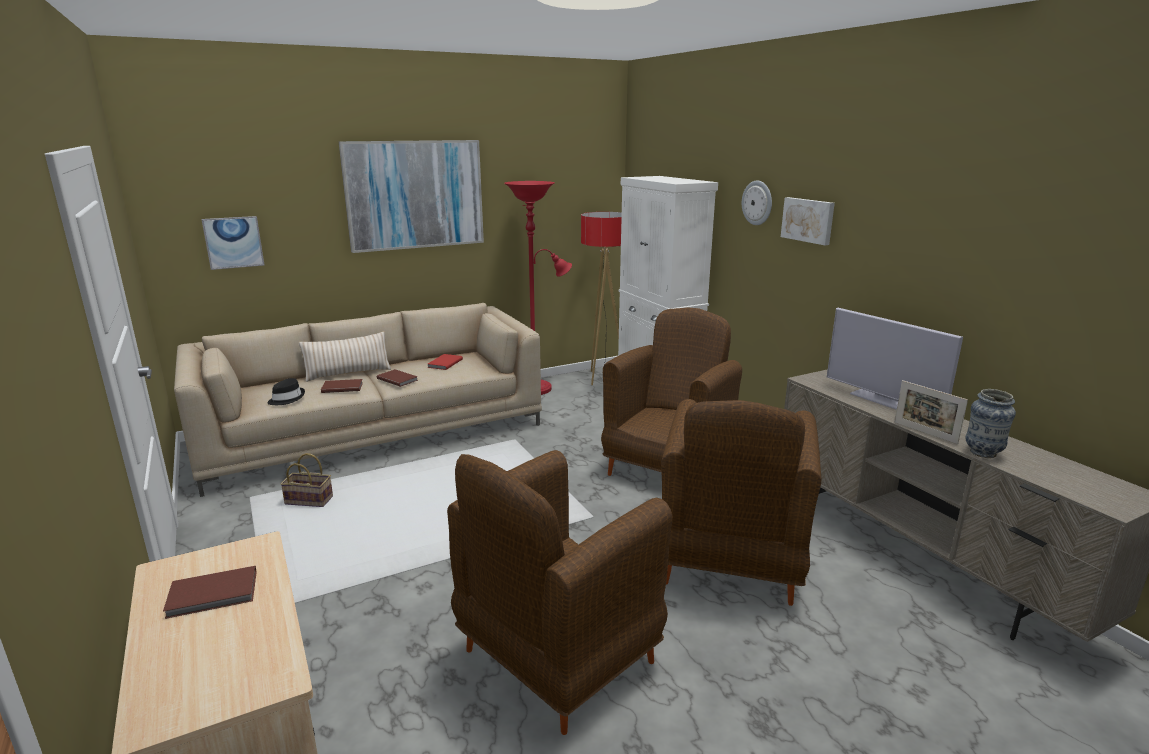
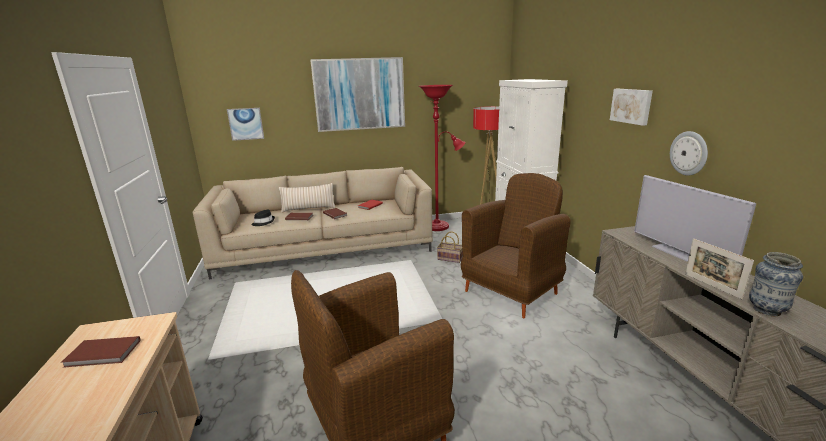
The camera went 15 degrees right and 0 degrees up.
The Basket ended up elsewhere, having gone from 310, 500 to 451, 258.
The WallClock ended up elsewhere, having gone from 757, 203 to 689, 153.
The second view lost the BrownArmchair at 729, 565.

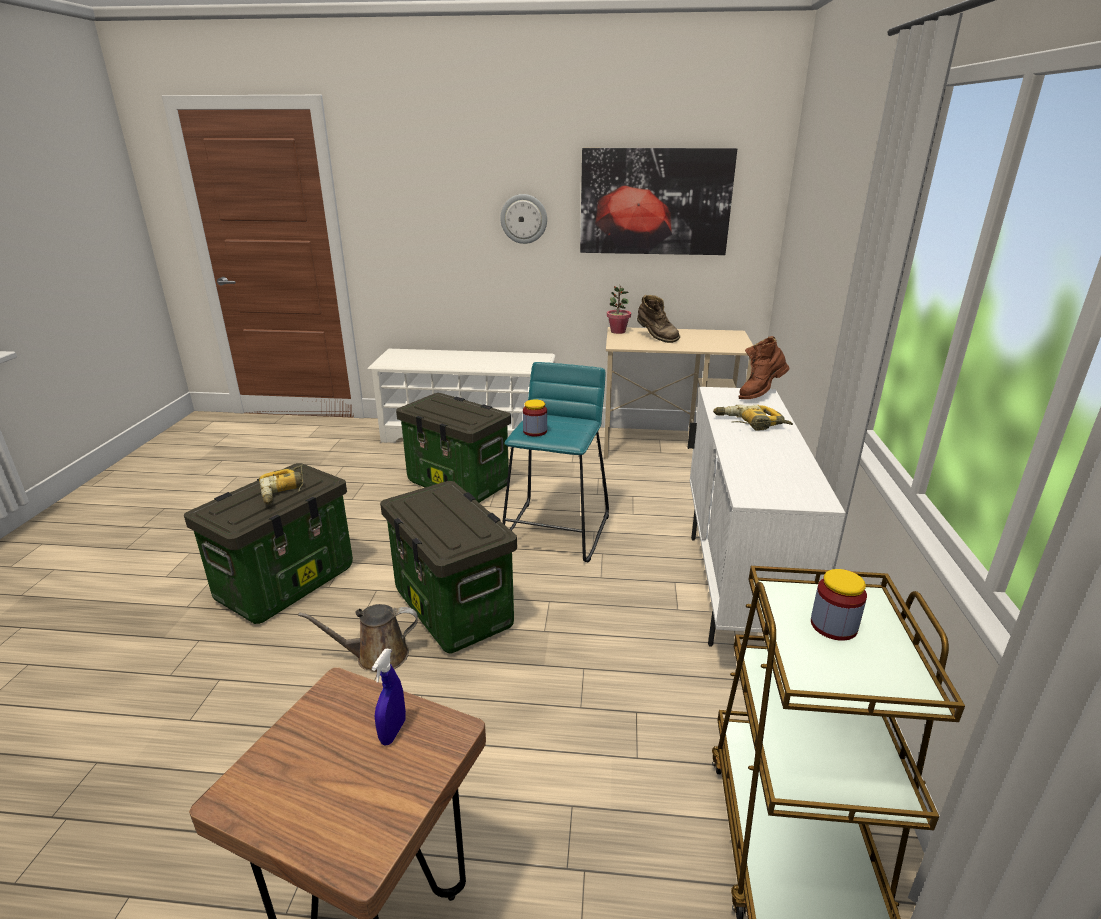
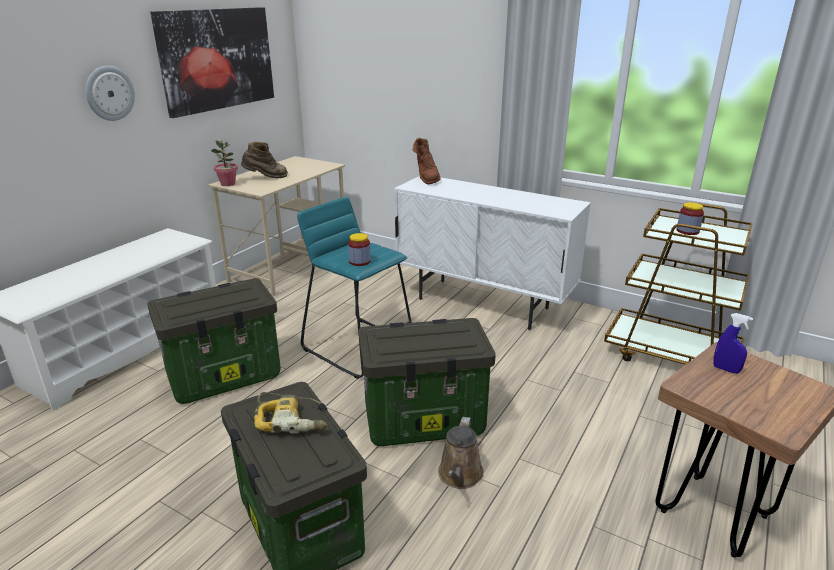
The camera went 65 degrees left and 0 degrees up.
The second view lost the PowerDrill at 750, 424.

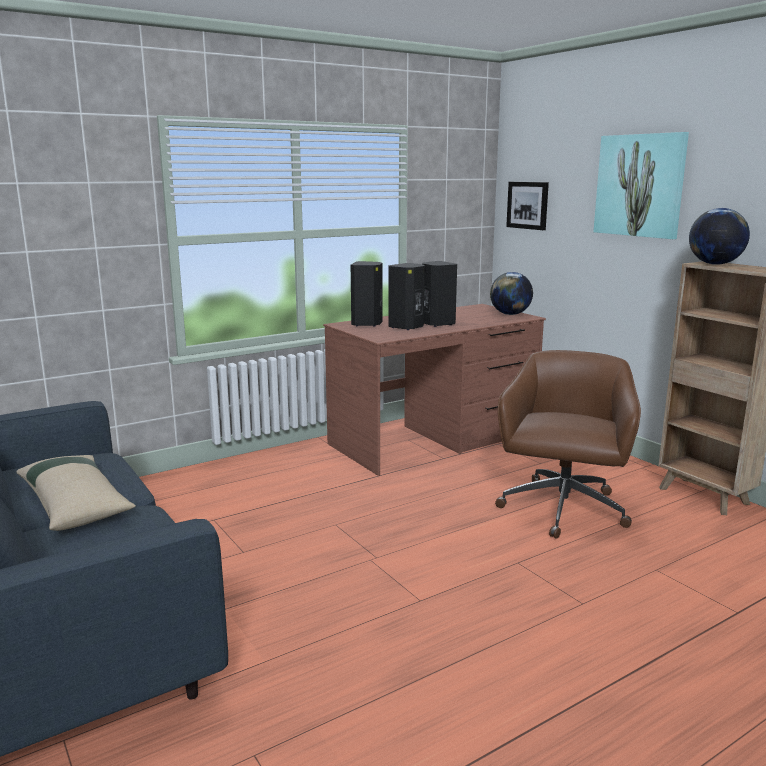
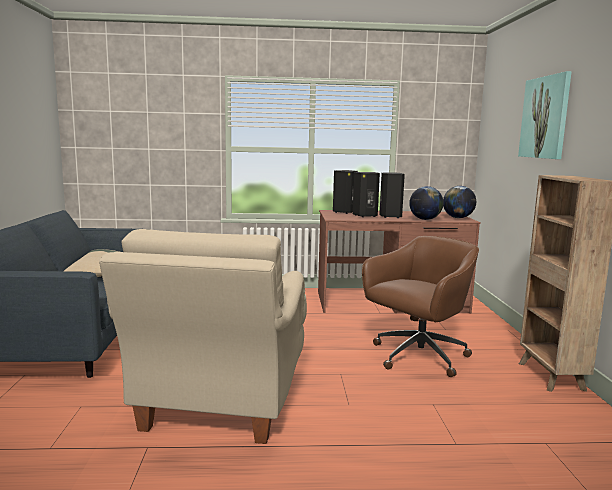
The camera went 30 degrees right and 5 degrees down.
The second view gained the BeigeArmchair at 220, 404.
The Globe ended up elsewhere, having gone from 715, 264 to 425, 219.
The second view lost the Picture at 528, 205.

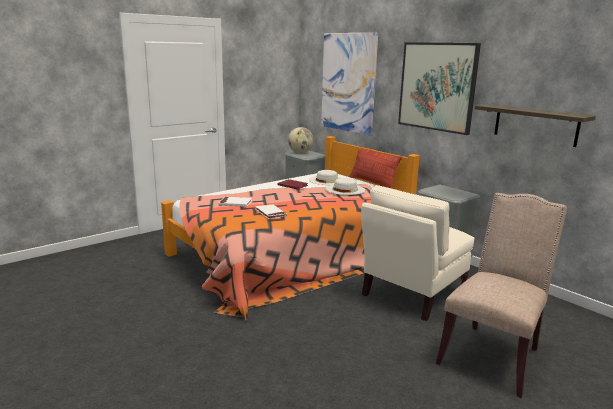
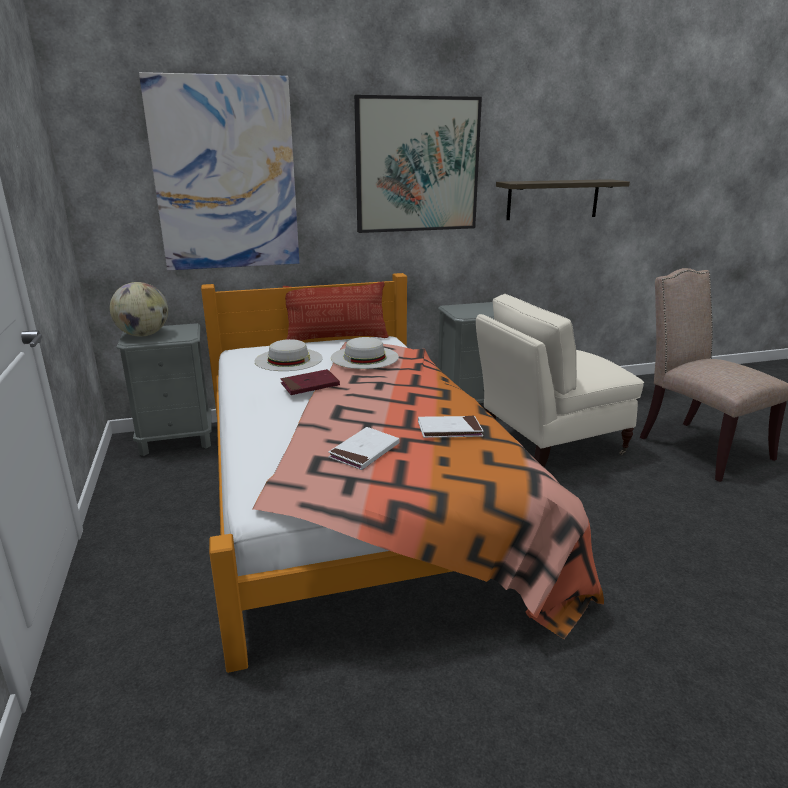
The camera went 65 degrees left and 5 degrees up.
The BeigeArmchair at 412, 293 ended up facing another way, 90 degrees clockwise from before.

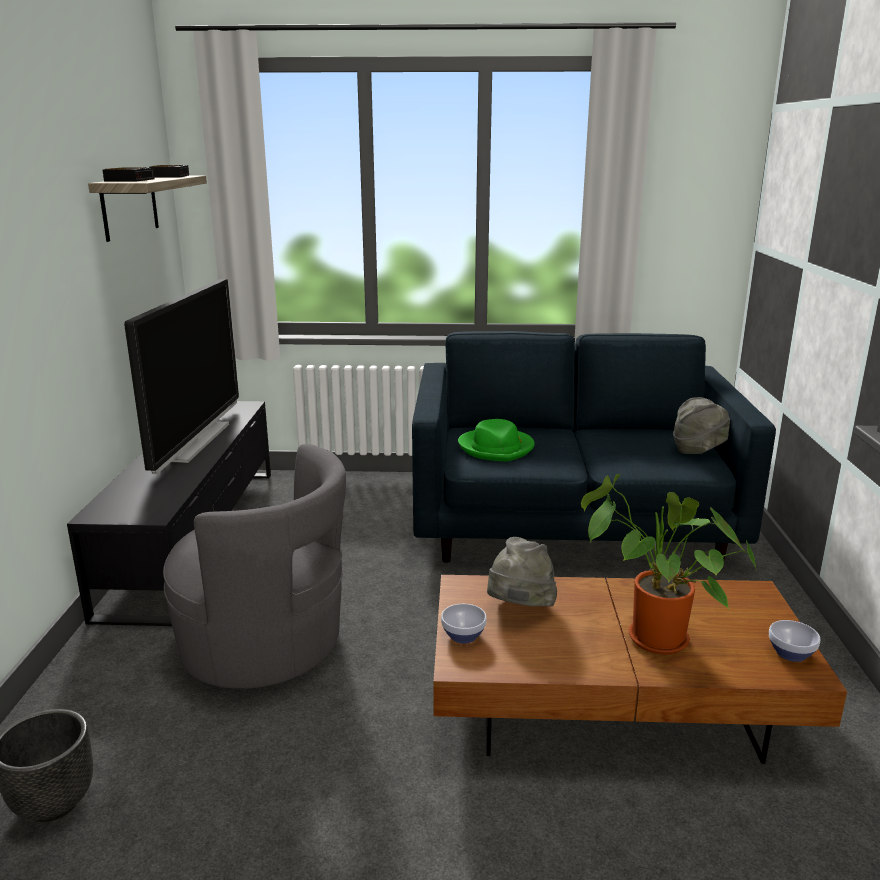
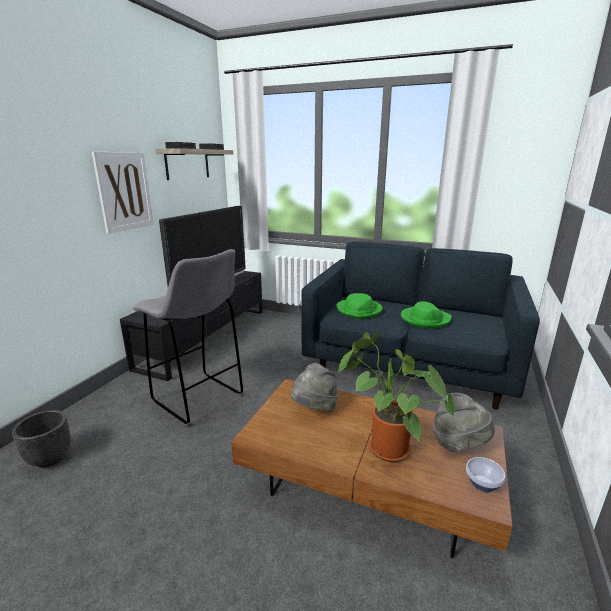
The camera went 20 degrees right and 0 degrees up.
The second view gained the Picture at 124, 191.
Where the GreyArmchair stood at 266, 645, the GreyStool came to stand at 199, 399.
The second view gained the GreenHat at 425, 319.
The GreyHat ended up elsewhere, having gone from 699, 451 to 459, 443.
The second view lost the Bowl at 462, 636.

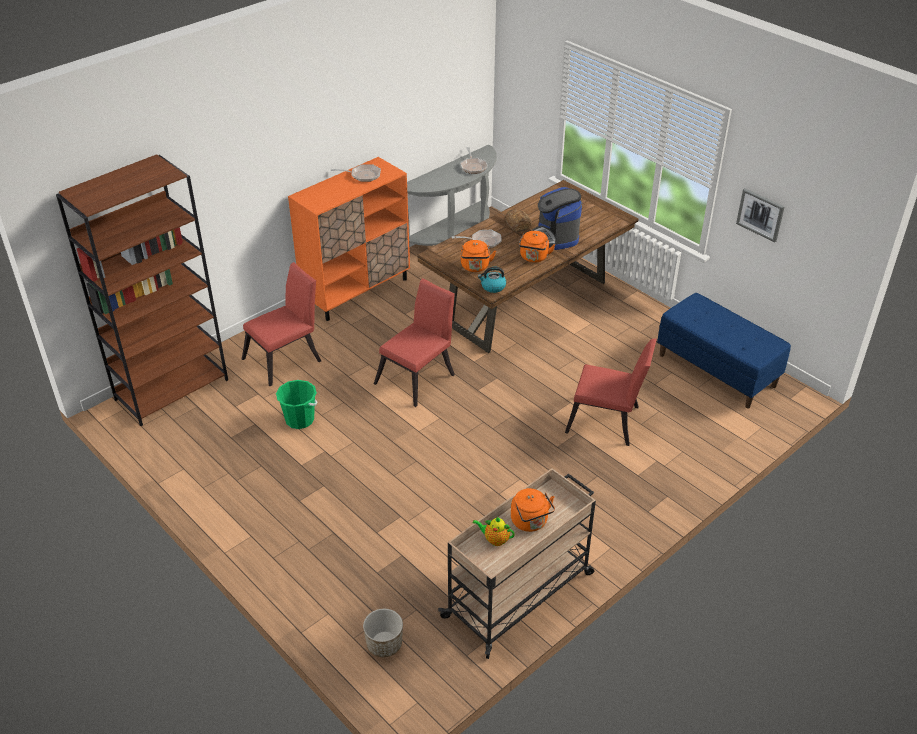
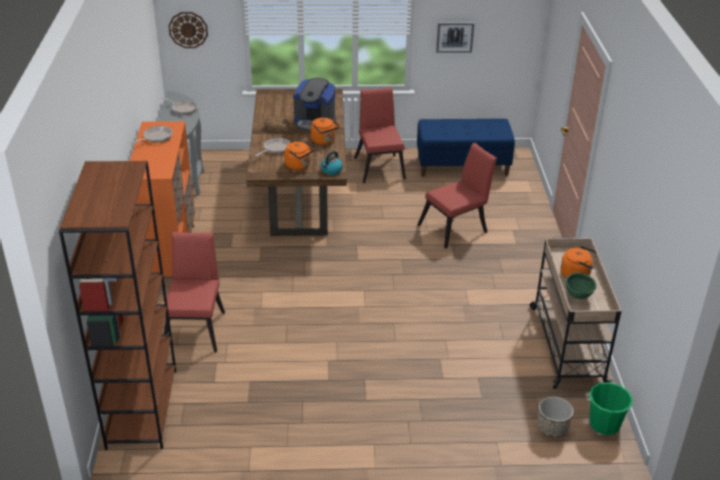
The camera went 50 degrees left and 5 degrees down.
The second view gained the WallClock at 188, 29.
The RedChair ended up elsewhere, having gone from 418, 377 to 379, 166.
Where the Teapot stood at 495, 540, the GreenBowl came to stand at 578, 296.
The GreenBucket ended up elsewhere, having gone from 300, 419 to 604, 424.

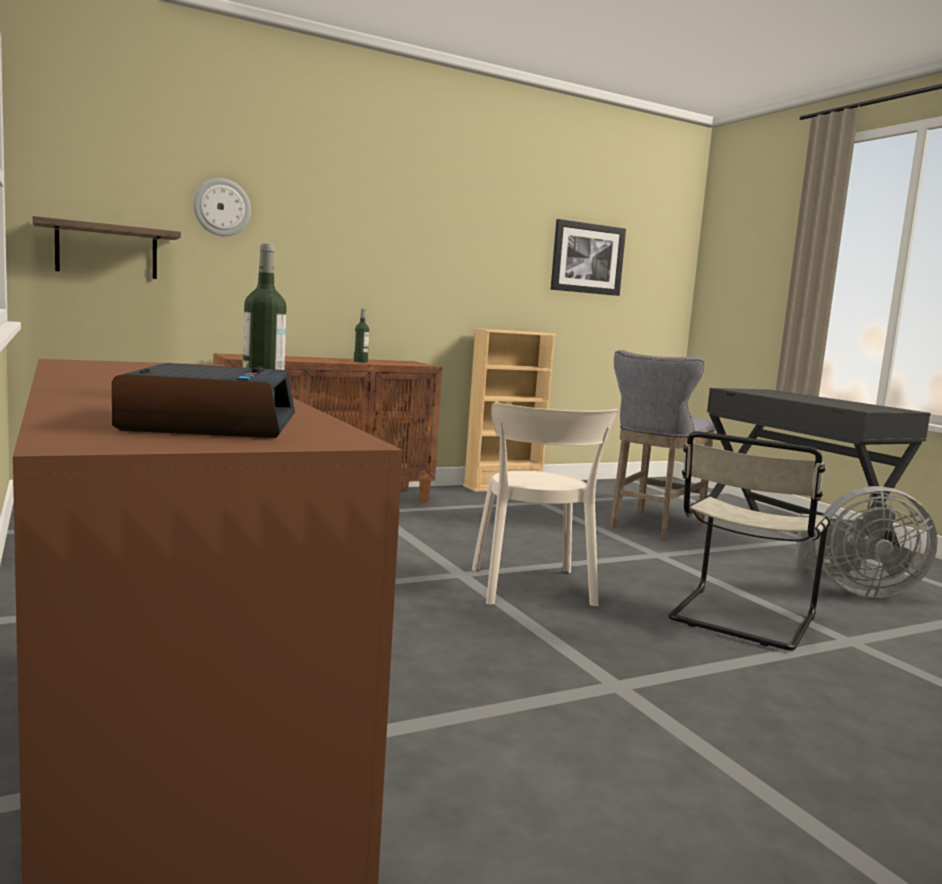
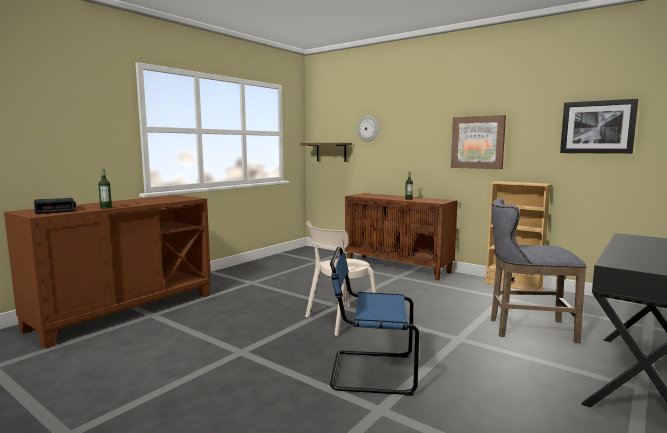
The camera went 65 degrees right and 0 degrees up.
What was the BeigeChair at 740, 619 turned into the BlueChair at 369, 372.
The second view gained the Picture at 477, 142.
The second view lost the GreyFan at 856, 590.

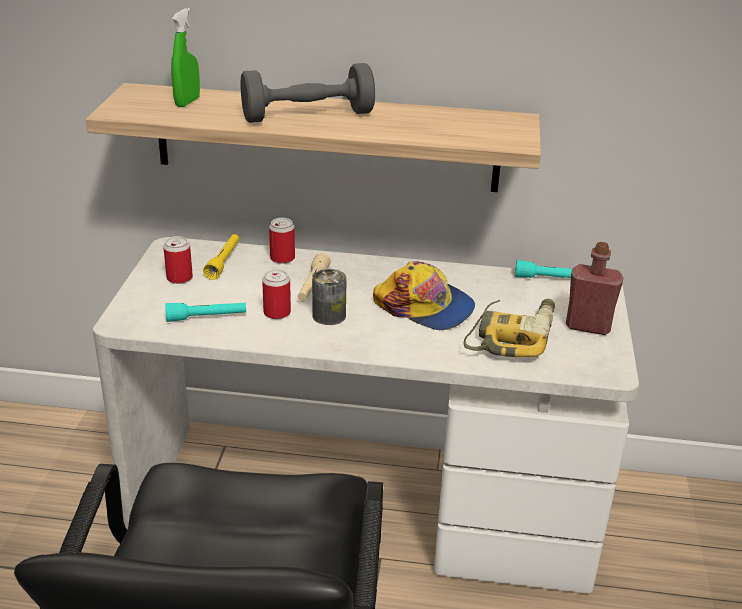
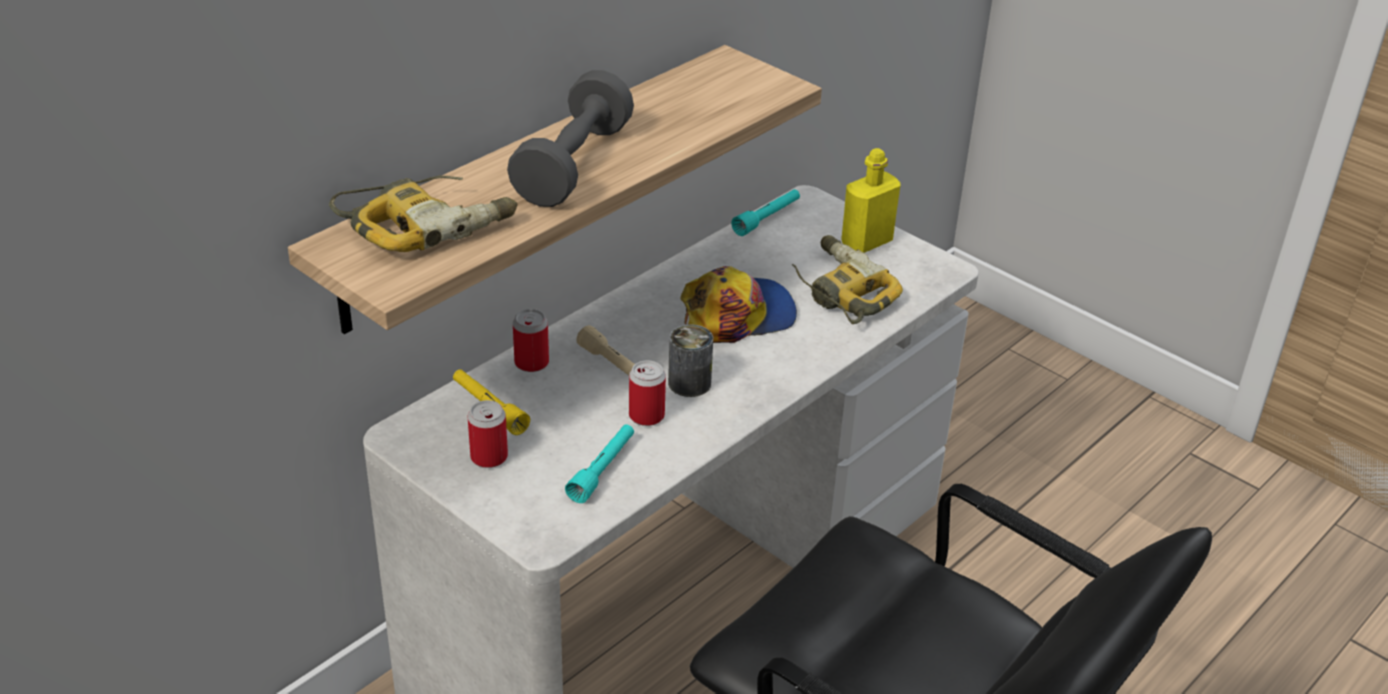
The camera went 55 degrees left and 5 degrees up.
Where the GreenSprayBottle stood at 187, 102, the PowerDrill came to stand at 427, 224.
What was the RedBottle at 588, 326 turned into the YellowBottle at 866, 242.

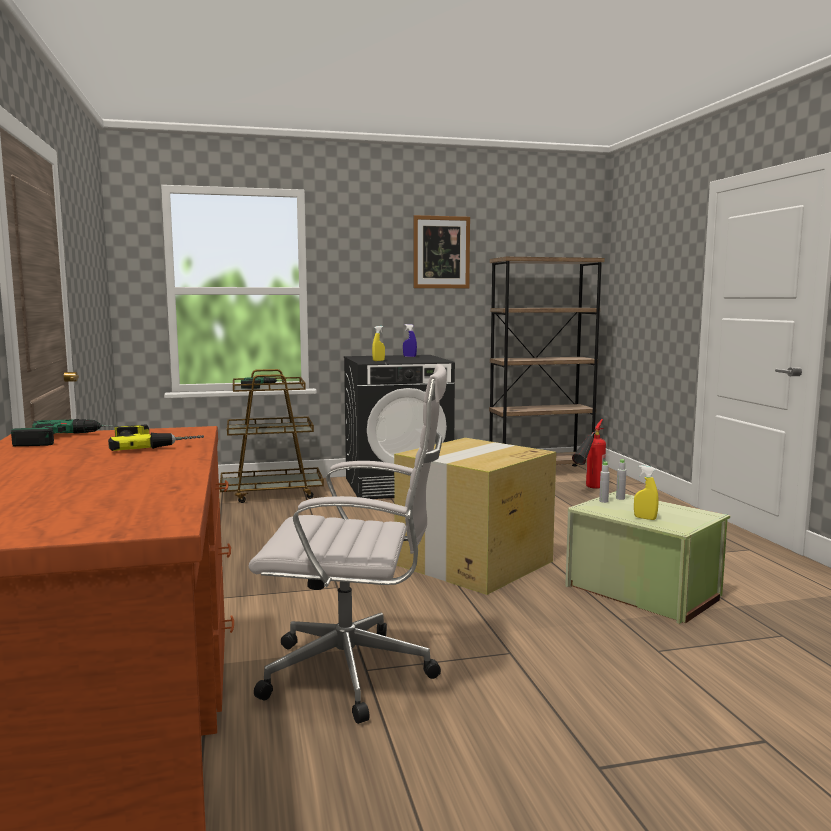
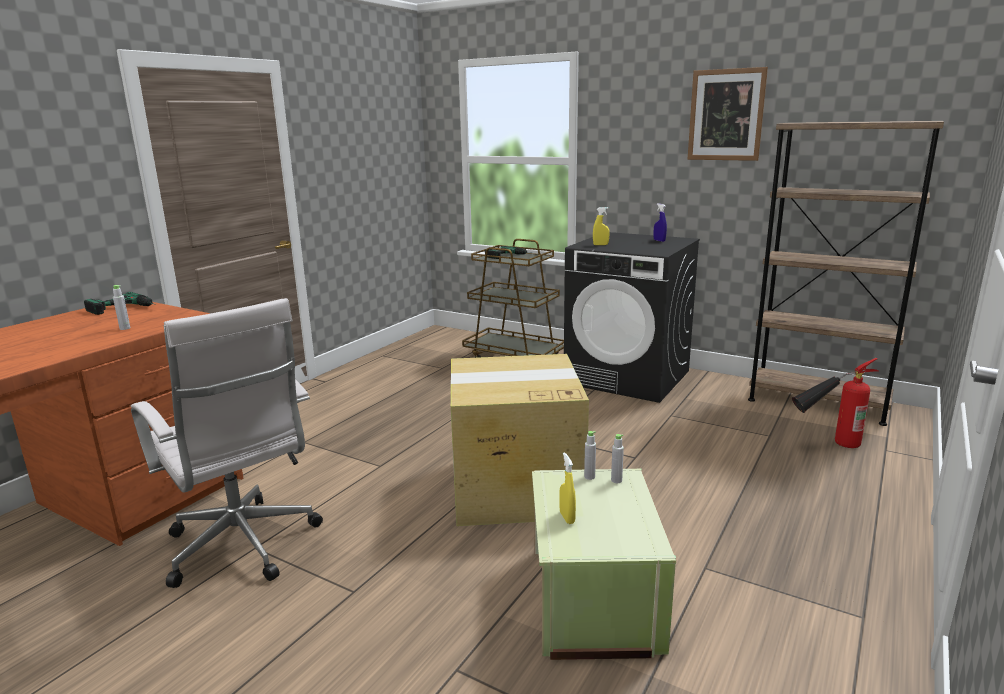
The camera went 45 degrees right and 10 degrees up.
Where the PowerDrill stood at 155, 444, the GreyBottle came to stand at 125, 328.

